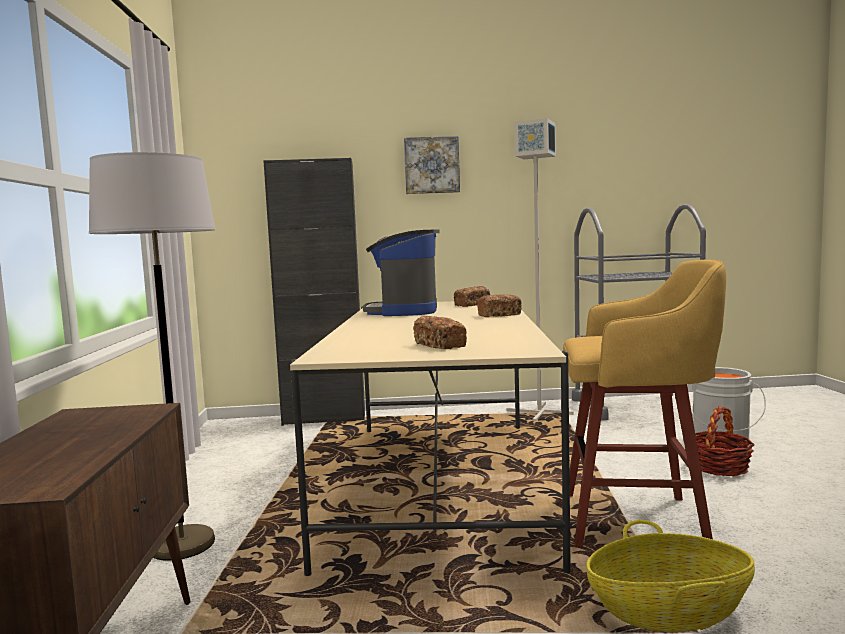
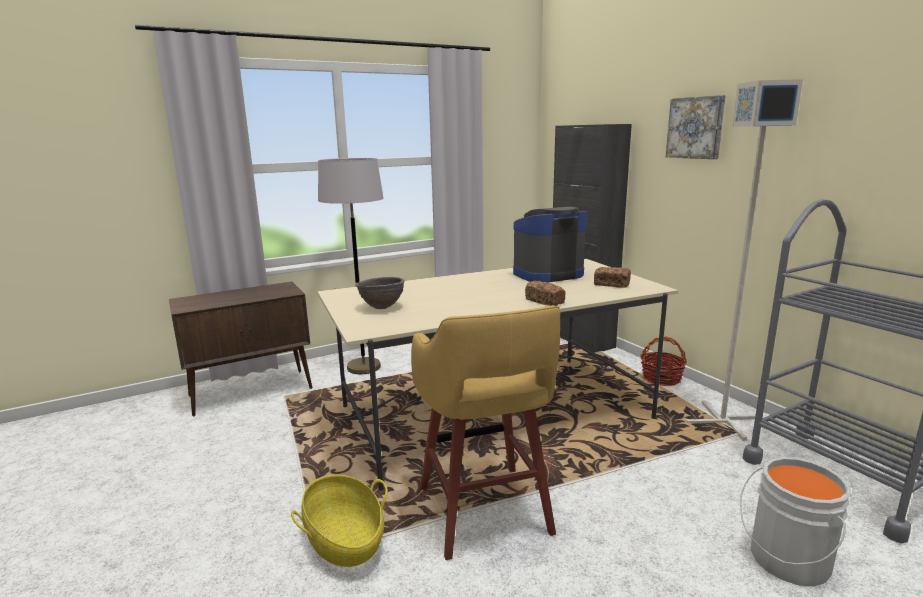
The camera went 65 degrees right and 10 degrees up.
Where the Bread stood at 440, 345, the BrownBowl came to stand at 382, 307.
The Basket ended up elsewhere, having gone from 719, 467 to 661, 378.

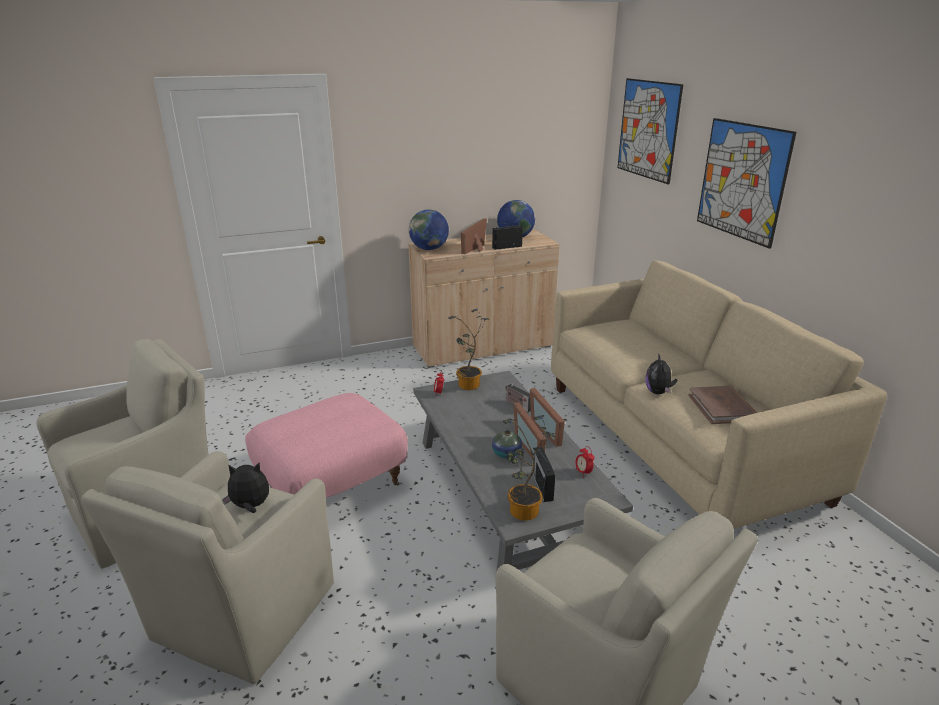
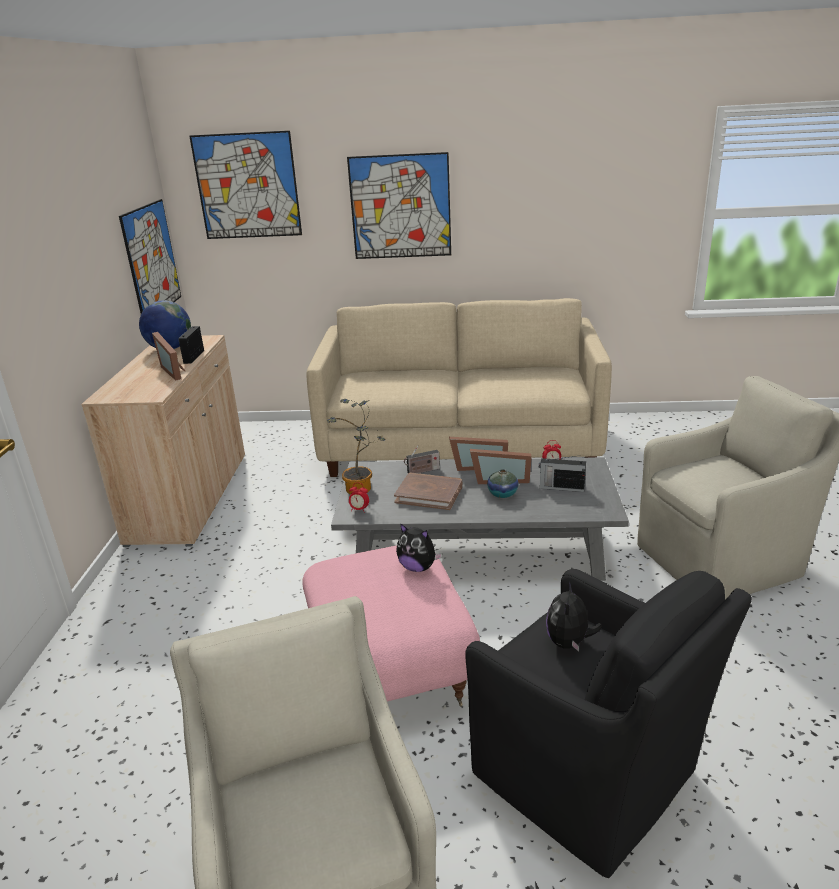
The camera went 65 degrees left and 0 degrees up.
The second view gained the Picture at 152, 260.
The BrownBook ended up elsewhere, having gone from 721, 408 to 429, 494.
The PlushToy ended up elsewhere, having gone from 658, 392 to 418, 567.
What was the BeigeArmchair at 241, 616 turned into the BlackArmchair at 588, 778.
The second view lost the Globe at 429, 249.
The second view lost the PottedPlant at 522, 514.

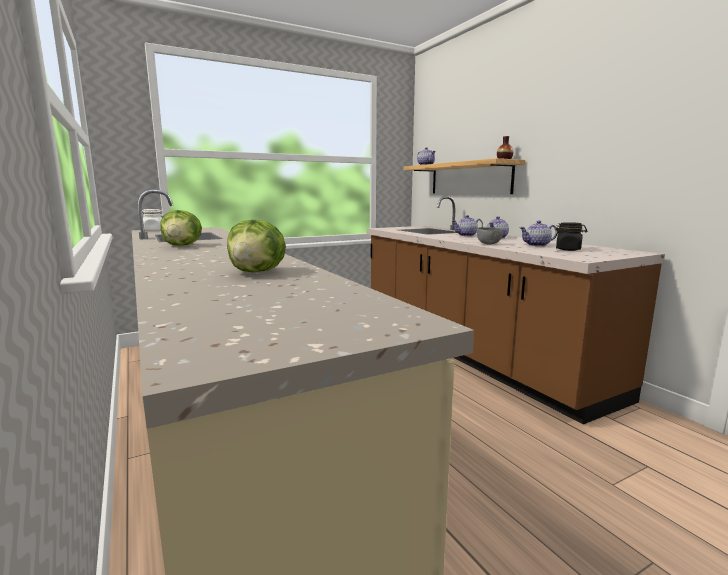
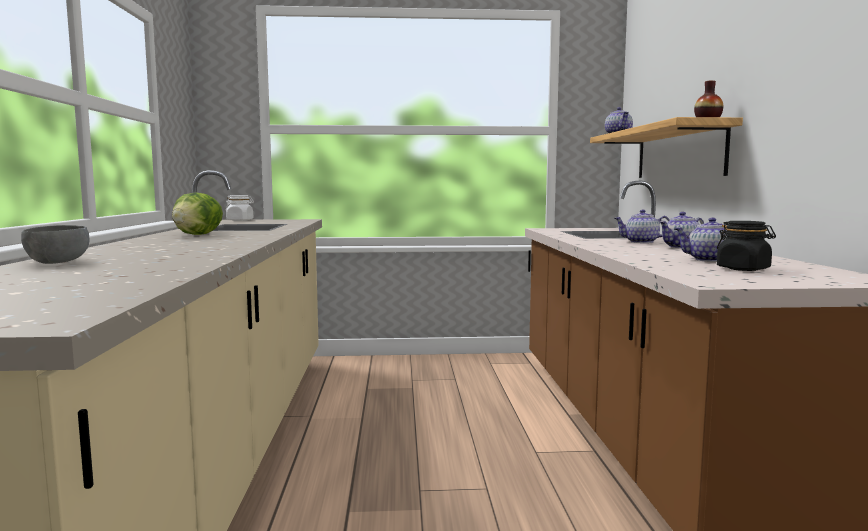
The camera went 25 degrees right and 5 degrees down.
The GreyBowl ended up elsewhere, having gone from 489, 244 to 58, 262.
The second view lost the Lettuce at 257, 272.

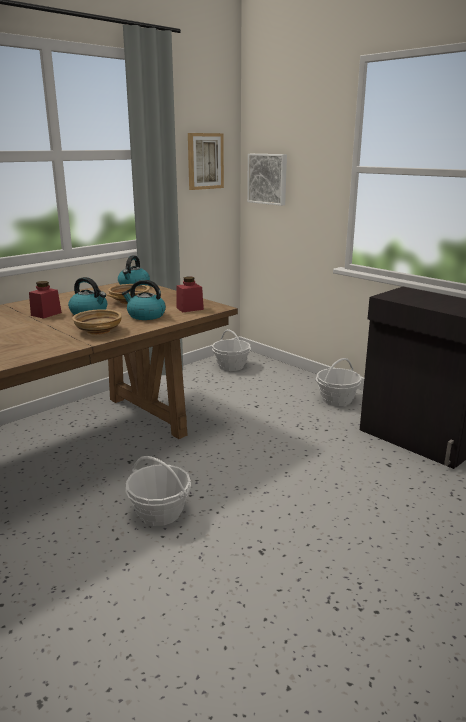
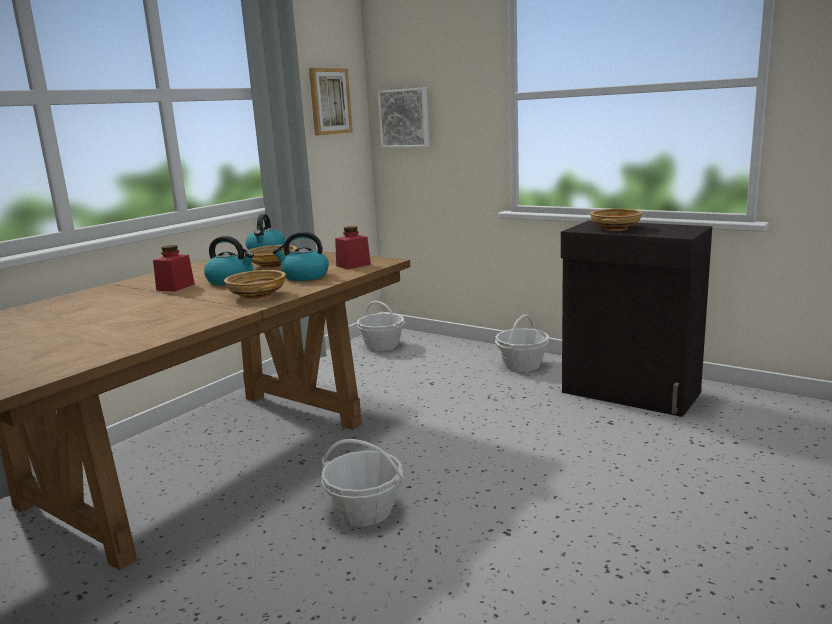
The camera went 10 degrees left and 5 degrees down.
The second view gained the BeigeBowl at 615, 229.

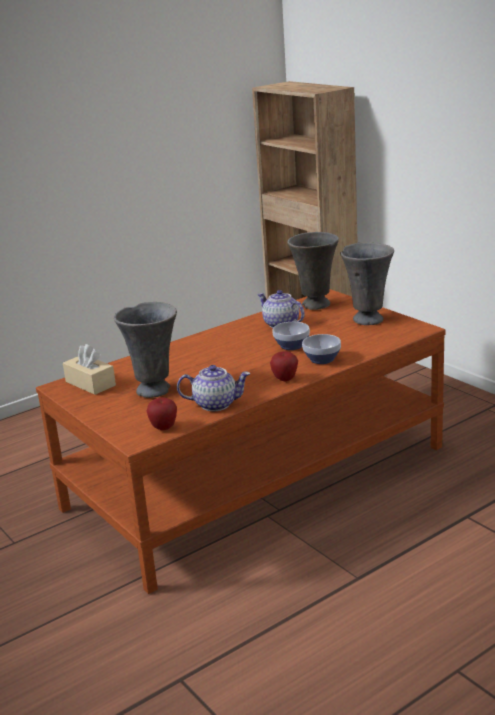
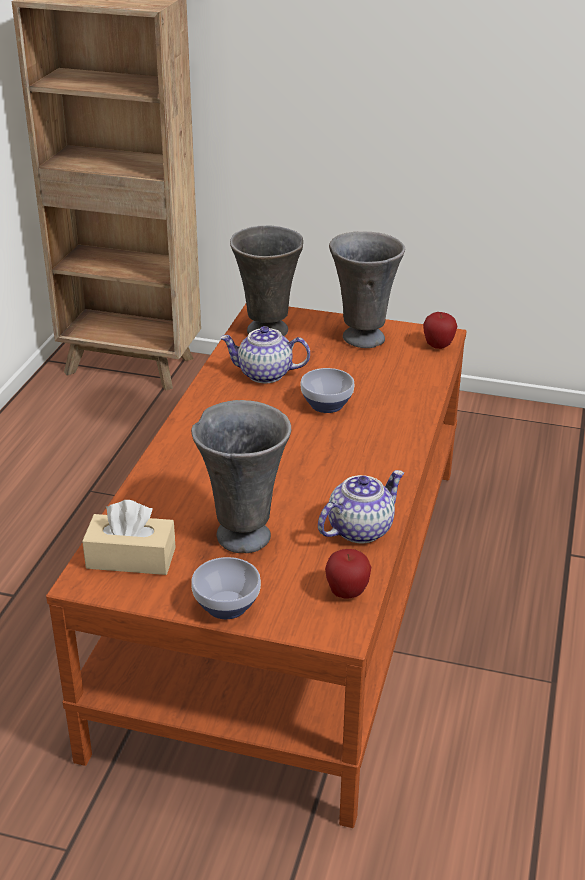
The camera went 40 degrees left and 10 degrees up.
The Bowl ended up elsewhere, having gone from 323, 360 to 229, 606.
The Apple ended up elsewhere, having gone from 285, 379 to 438, 346.

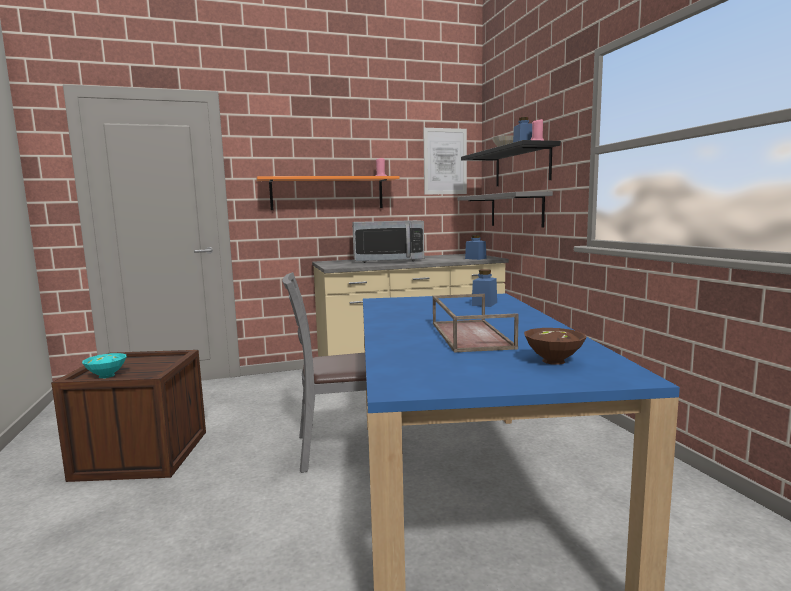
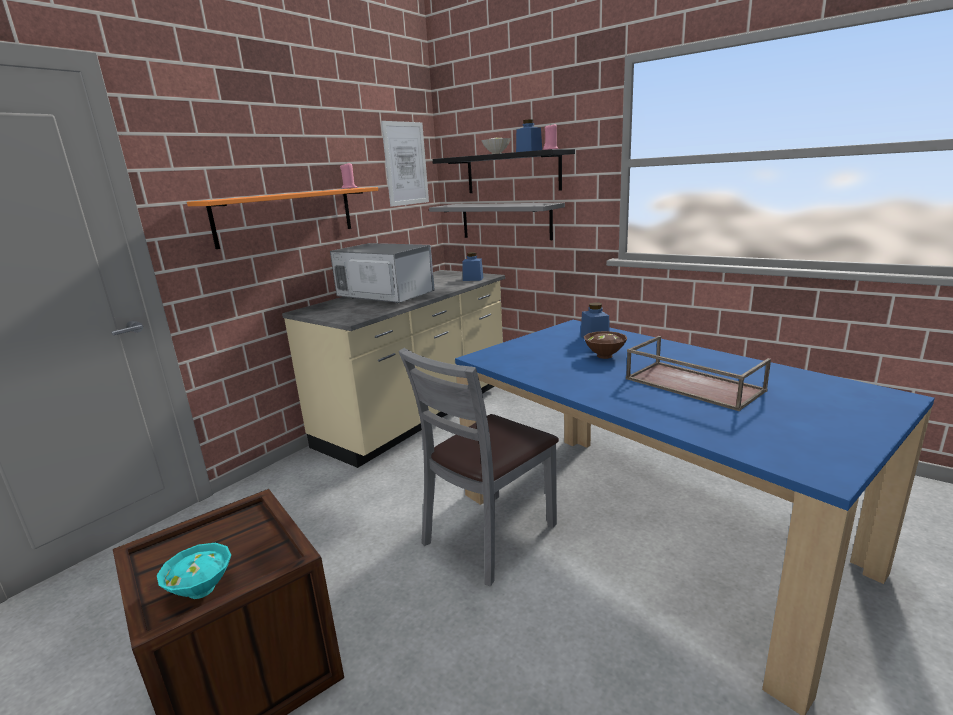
The camera went 35 degrees left and 10 degrees up.
The Microwave at 388, 260 ended up facing another way, 105 degrees counterclockwise from before.
The BrownBowl ended up elsewhere, having gone from 554, 361 to 605, 356.

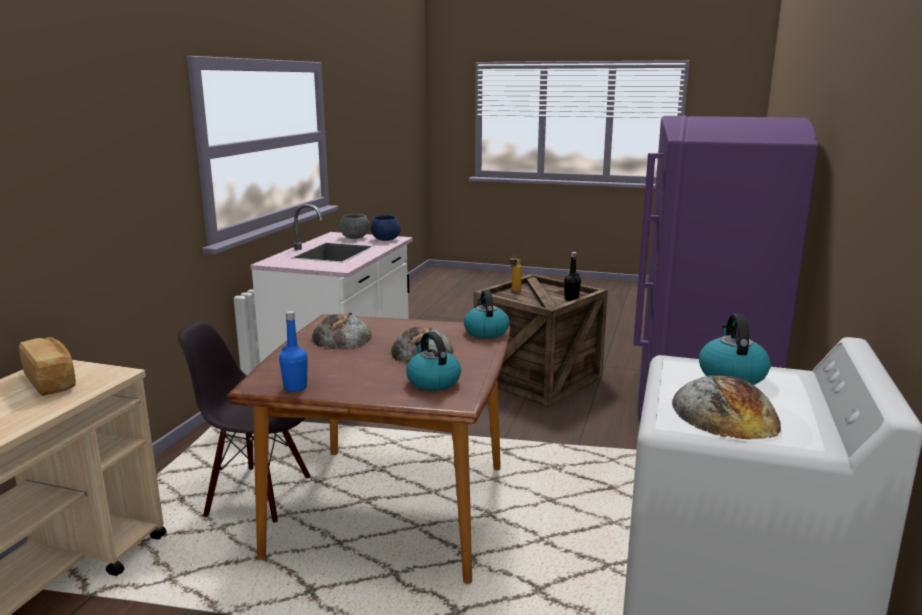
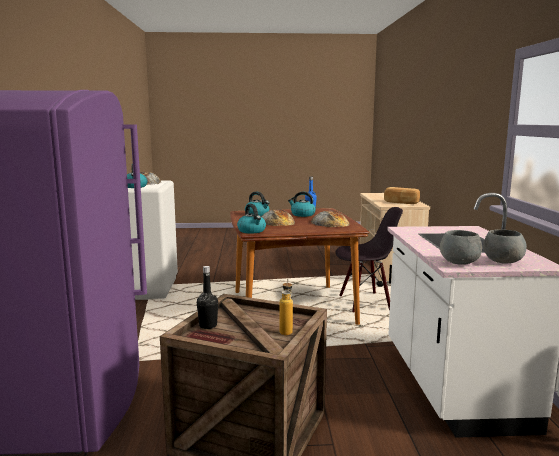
The camera went 160 degrees right and 5 degrees down.
The second view gained the Kettle at 302, 214.
What was the BlueBowl at 385, 239 turned into the GreyBowl at 459, 263.

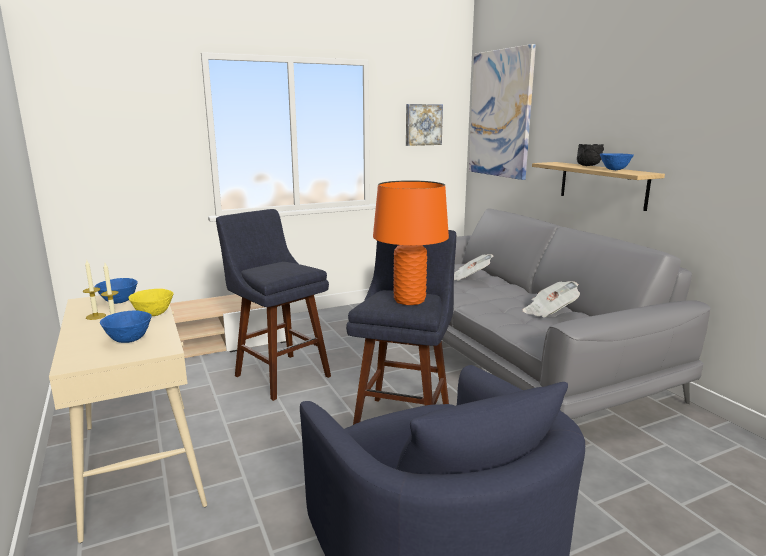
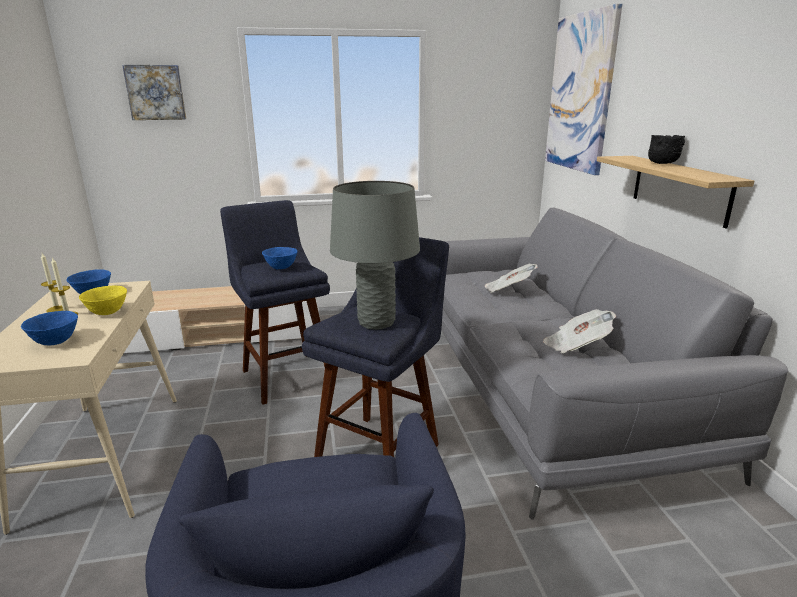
The camera went 15 degrees right and 5 degrees up.
The Picture ended up elsewhere, having gone from 423, 124 to 156, 92.
The BlueBowl ended up elsewhere, having gone from 614, 170 to 281, 268.
What was the OrangeTableLamp at 409, 300 turned into the GreyTableLamp at 376, 322.

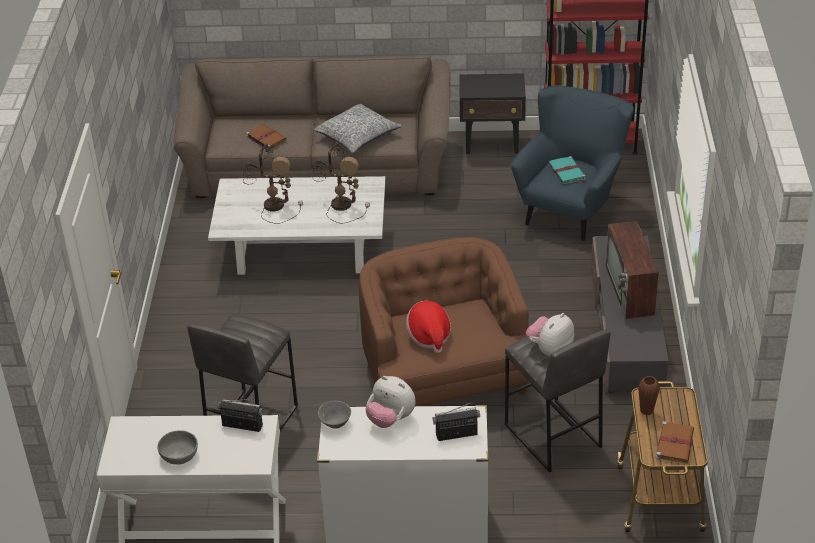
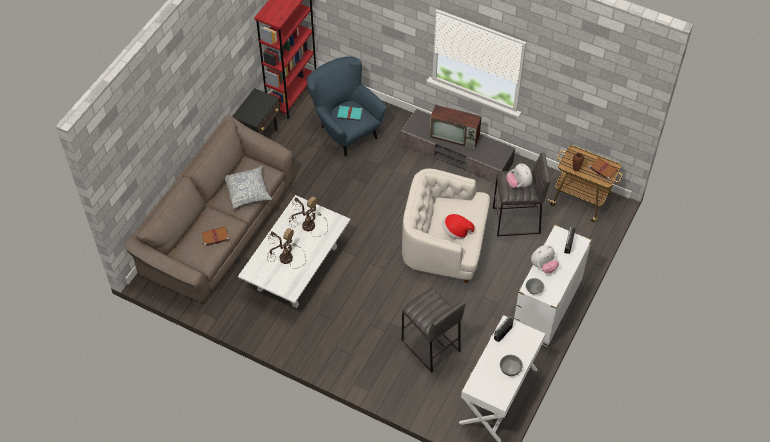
The camera went 65 degrees left and 15 degrees up.
What was the BrownArmchair at 444, 374 turned into the WhiteArmchair at 444, 245.

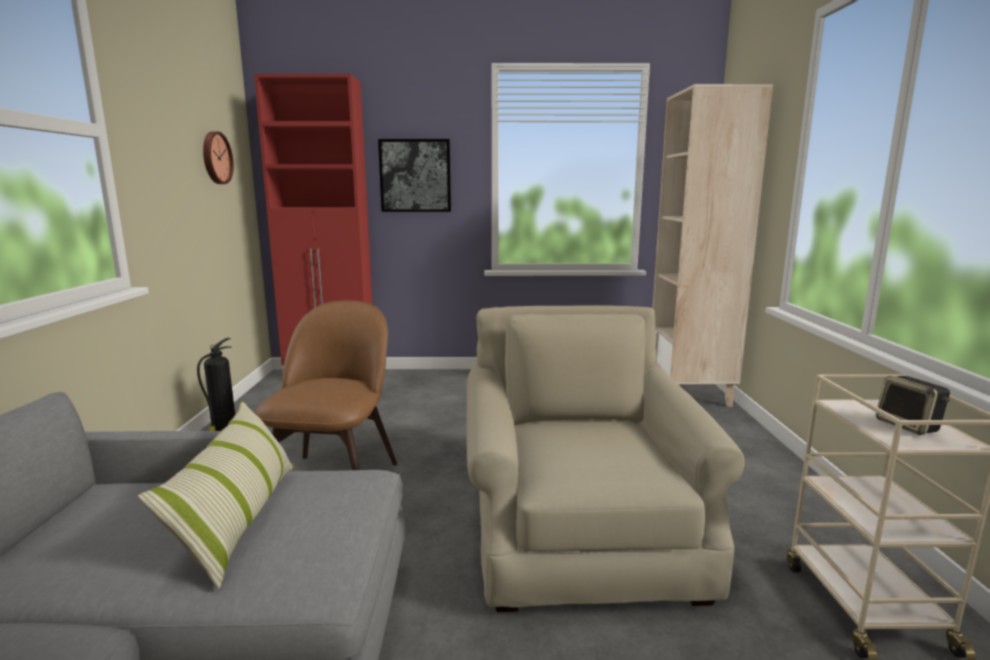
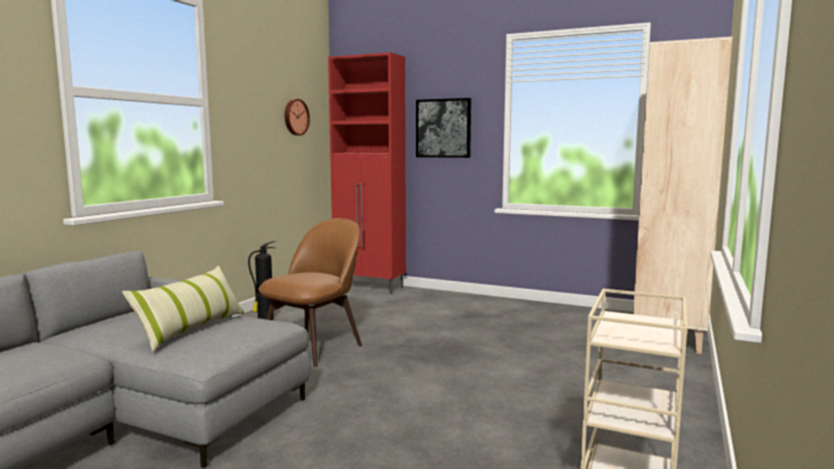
The camera went 25 degrees right and 5 degrees down.
The second view lost the BeigeArmchair at 579, 529.
The second view lost the Speaker at 909, 426.

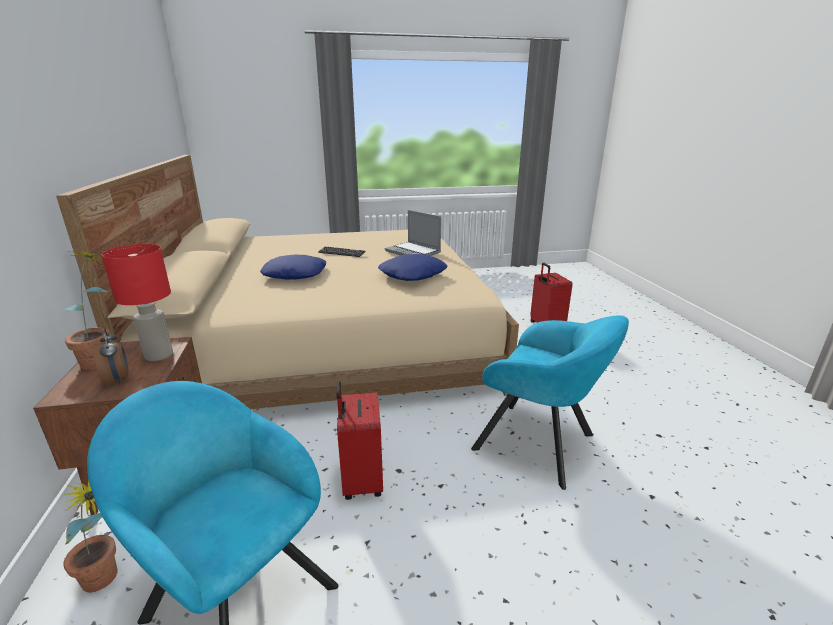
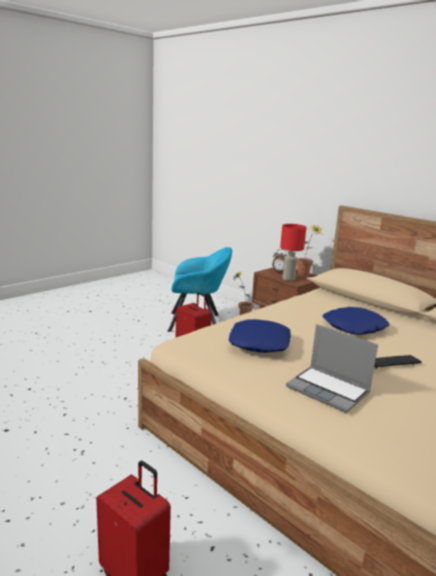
The camera went 145 degrees right and 5 degrees down.
The Laptop at 413, 252 ended up facing another way, 150 degrees counterclockwise from before.
The second view lost the TurquoiseArmchair at 540, 444.

